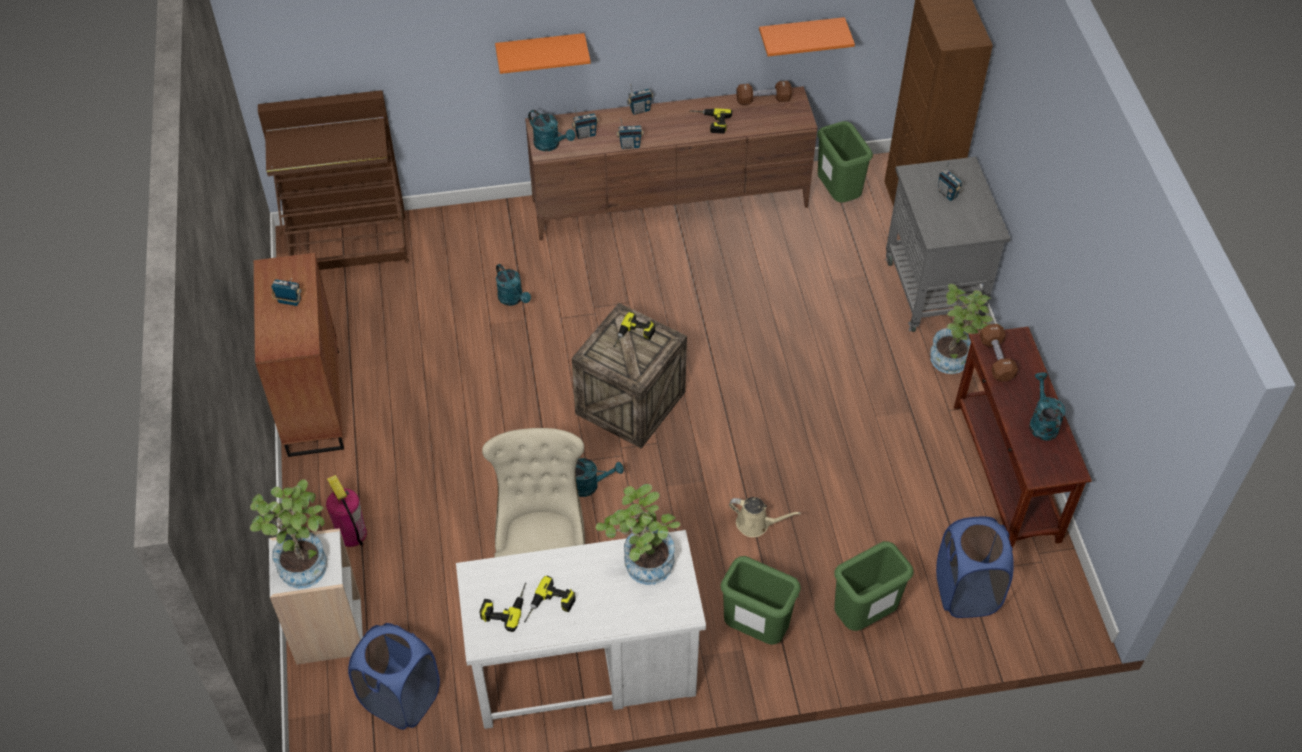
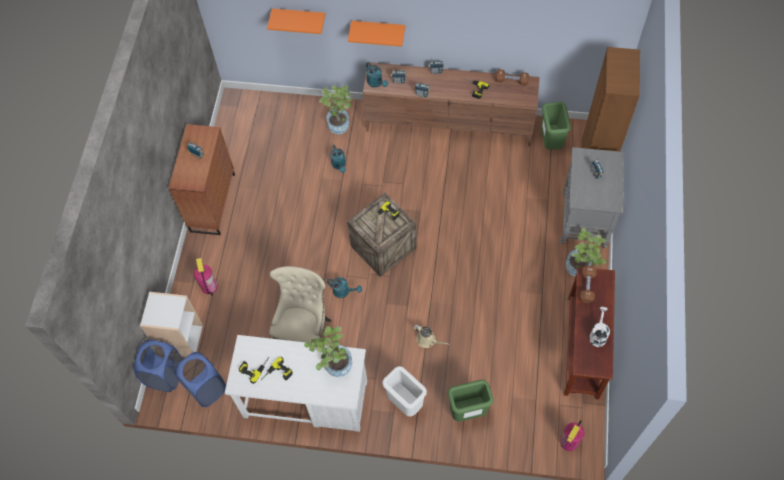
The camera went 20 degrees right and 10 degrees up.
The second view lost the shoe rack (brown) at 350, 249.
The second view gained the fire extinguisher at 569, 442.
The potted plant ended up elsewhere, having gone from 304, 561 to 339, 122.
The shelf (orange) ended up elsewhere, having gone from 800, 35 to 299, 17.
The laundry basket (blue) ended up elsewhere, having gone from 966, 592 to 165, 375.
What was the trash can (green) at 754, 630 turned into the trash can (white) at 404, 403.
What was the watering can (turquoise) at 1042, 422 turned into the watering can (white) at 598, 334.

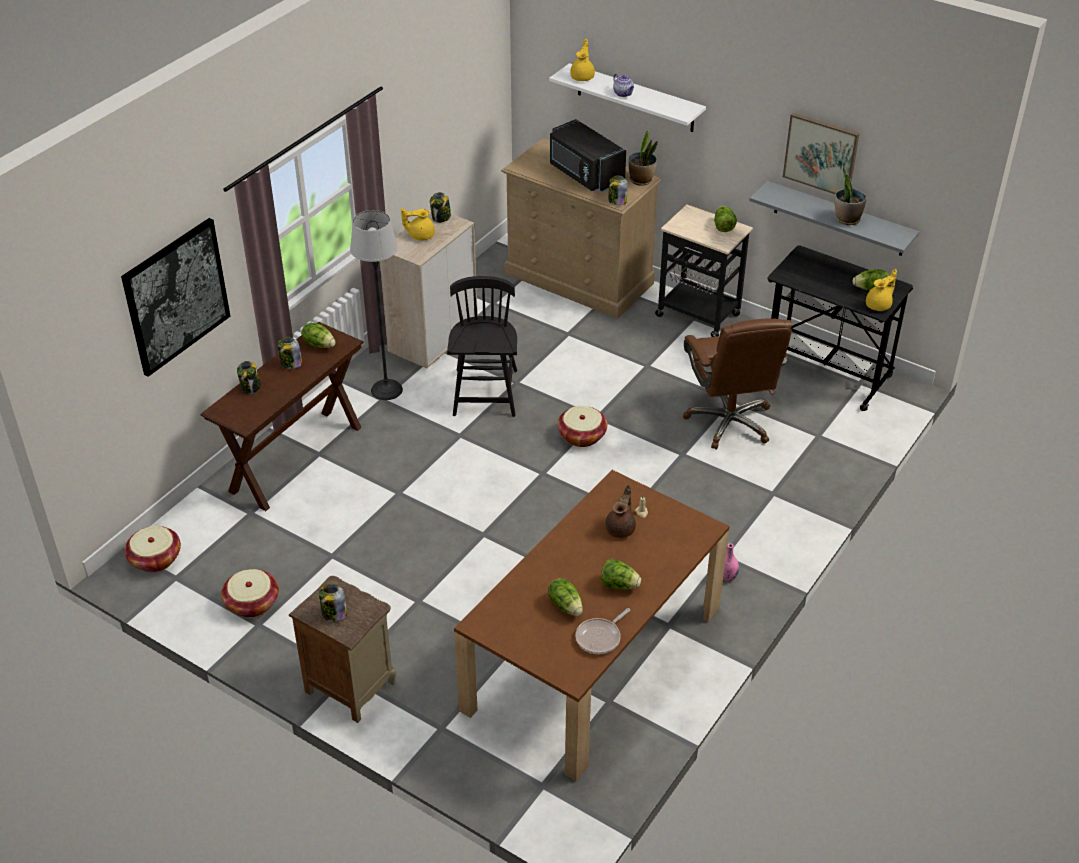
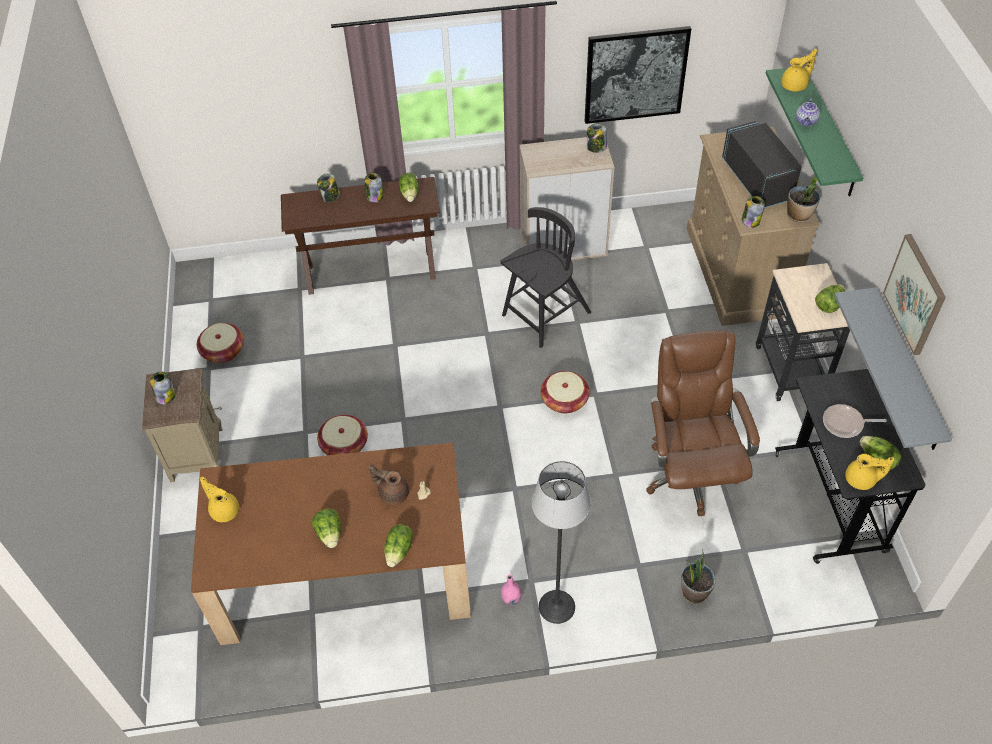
The camera went 50 degrees right and 10 degrees up.
The picture ended up elsewhere, having gone from 176, 296 to 635, 74.
The basket ended up elsewhere, having gone from 155, 559 to 344, 445.
The floor lamp ended up elsewhere, having gone from 386, 390 to 556, 606.
The teapot (yellow) ended up elsewhere, having gone from 420, 235 to 224, 510.
The lettuce ended up elsewhere, having gone from 566, 605 to 399, 550.
The frying pan ended up elsewhere, having gone from 600, 637 to 845, 424.
The potted plant ended up elsewhere, having gone from 847, 219 to 694, 591.
What was the shelf (white) at 635, 98 turned into the shelf (green) at 828, 133.
The microwave (black) at 584, 174 ended up facing another way, 150 degrees clockwise from before.
The teapot (brown) at 621, 528 ended up facing another way, 135 degrees counterclockwise from before.
The office chair (brown) at 729, 420 ended up facing another way, 135 degrees clockwise from before.

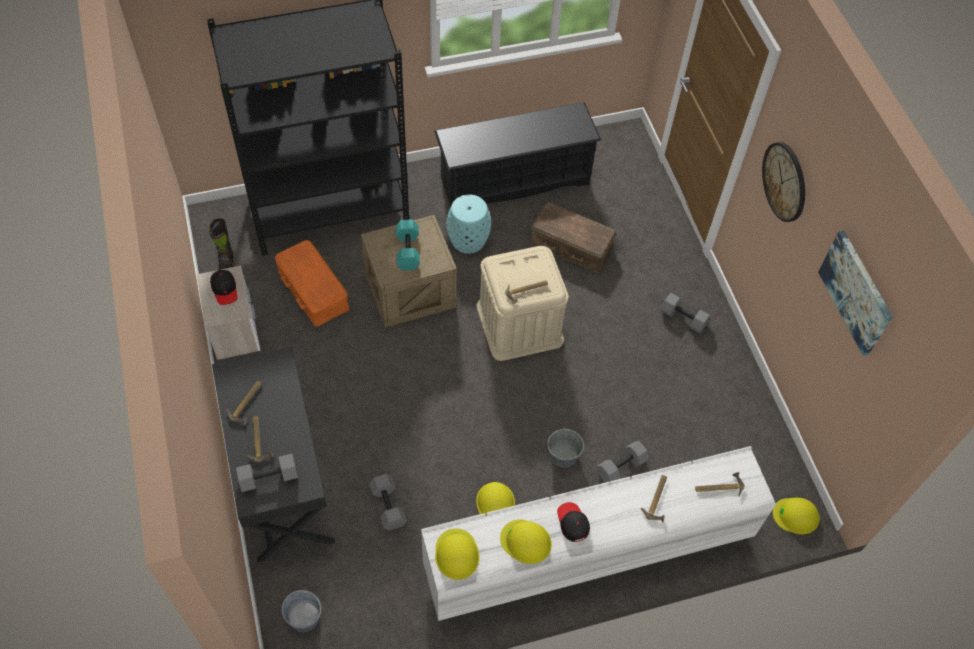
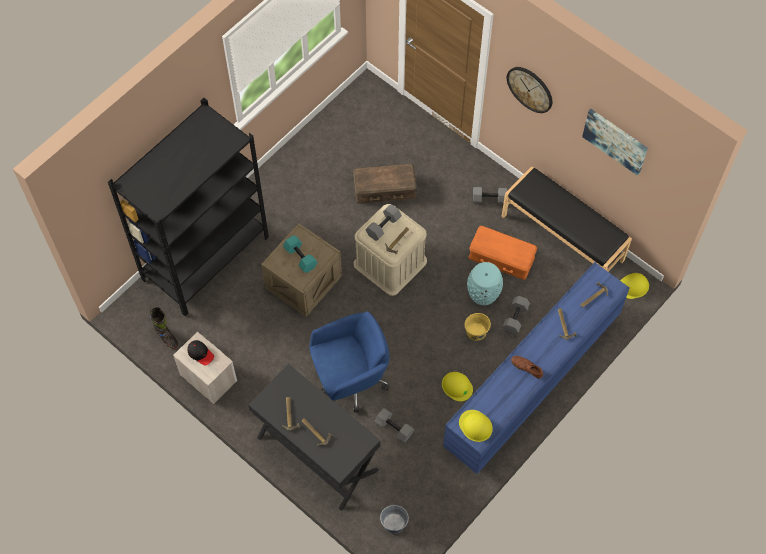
The camera went 30 degrees left and 5 degrees up.
The second view lost the shoe rack (black) at 514, 180.
The second view lost the hard hat (yellow) at 526, 541.
The second view gained the office chair (blue) at 351, 382.
The second view gained the bench (black) at 562, 237.
The dumbbell (grey) ended up elsewhere, having gone from 269, 477 to 383, 225.
The storage box (orange) ended up elsewhere, having gone from 312, 290 to 501, 257.
The stool (turquoise) ended up elsewhere, having gone from 468, 240 to 483, 293.
Where the cap (black) stood at 572, 523, the shoe (brown) came to stand at 527, 368.
What was the cabinet (white) at 588, 556 turned into the cabinet (blue) at 532, 383.
What was the bucket (grey) at 563, 455 turned into the bucket (yellow) at 476, 332.

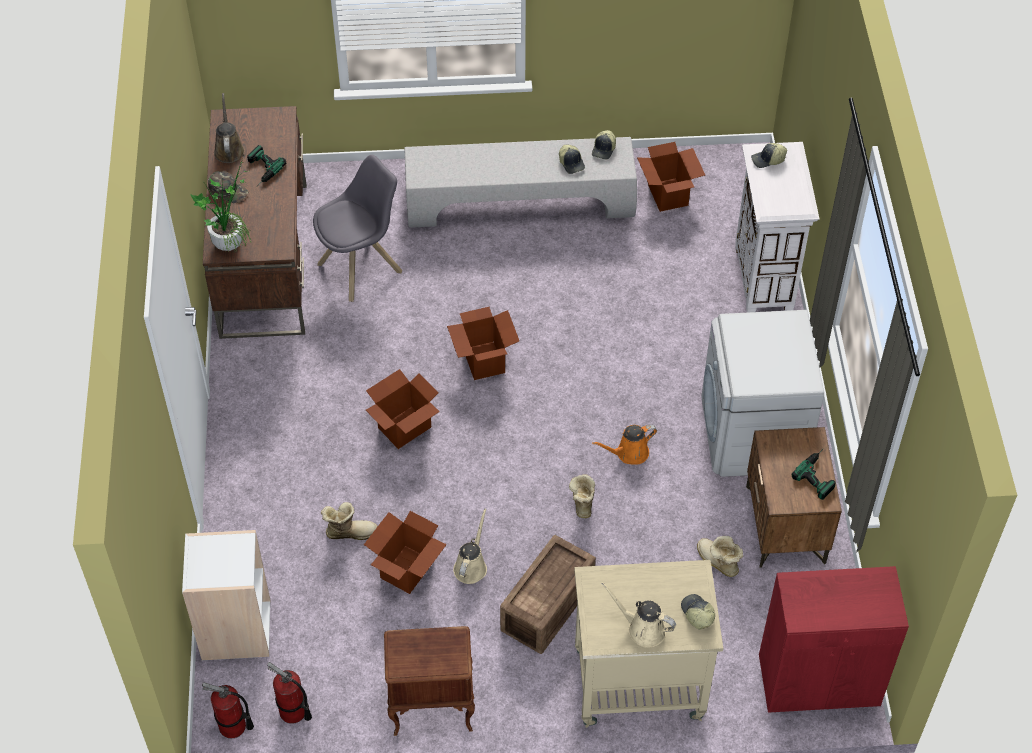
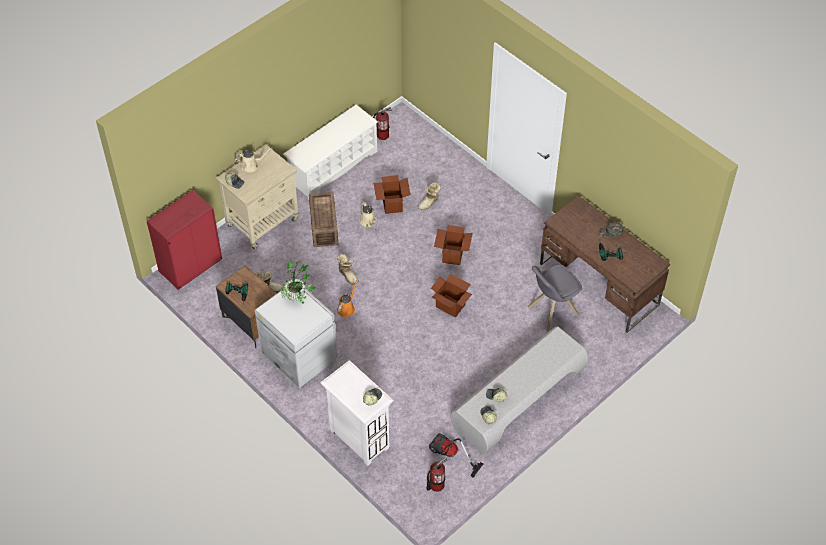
The camera went 140 degrees right and 0 degrees up.
The second view lost the bookcase at 236, 629.
The second view lost the watering can (brown) at 229, 149.
The potted plant ended up elsewhere, having gone from 229, 239 to 298, 299.
The fire extinguisher ended up elsewhere, having gone from 232, 726 to 436, 485.
Where the nightstand (brown) stood at 431, 710, the shoe rack (white) came to stand at 333, 166.
Where the cardboard box stood at 668, 195, the vacuum cleaner came to stand at 449, 456.
The chair (grey) at 361, 268 ended up facing another way, 45 degrees clockwise from before.

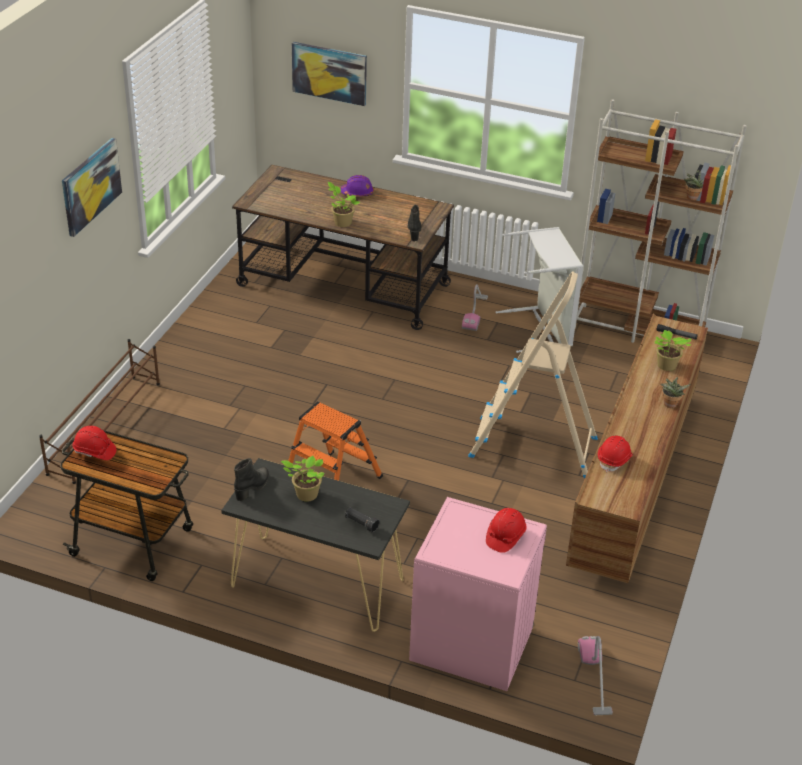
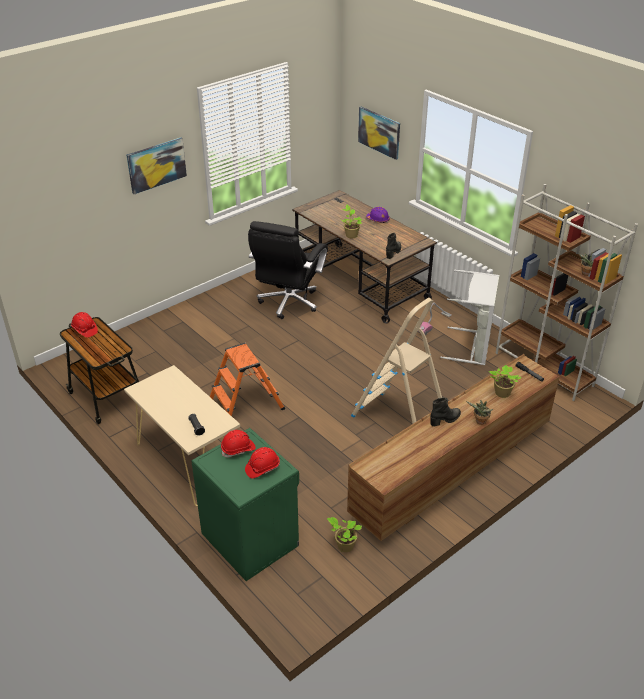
The camera went 30 degrees right and 0 degrees up.
The second view lost the shoe rack (brown) at 106, 427.
The second view lost the vacuum cleaner at 594, 678.
The second view gained the office chair (black) at 288, 305.
The boot (black) ended up elsewhere, having gone from 253, 487 to 445, 420.
The potted plant ended up elsewhere, having gone from 305, 495 to 344, 546.
The hard hat (red) ended up elsewhere, having gone from 614, 460 to 238, 449.
What was the console table (black) at 316, 583 turned into the console table (beige) at 188, 461.
What was the washing machine (pink) at 472, 642 turned into the washing machine (green) at 251, 538.

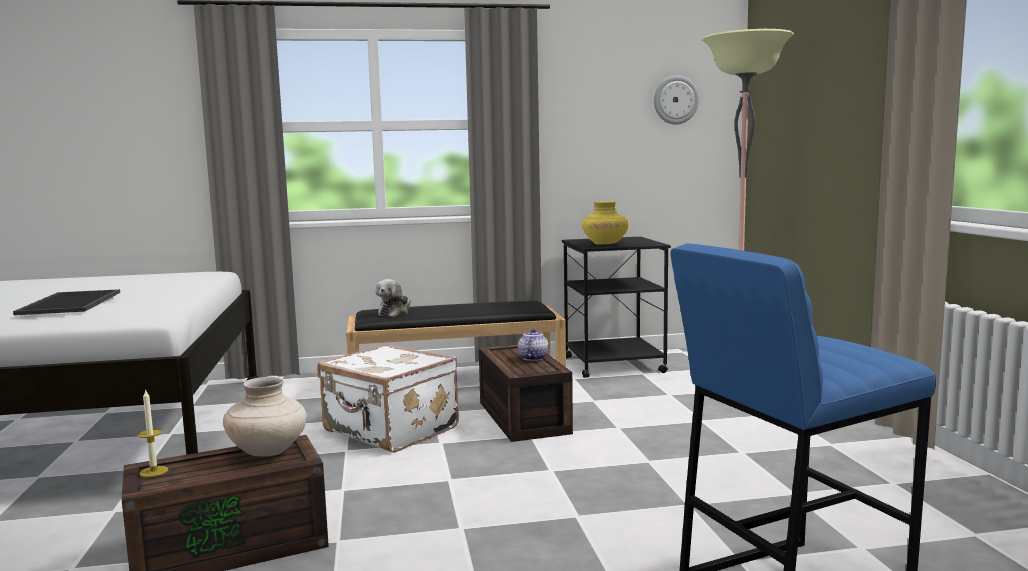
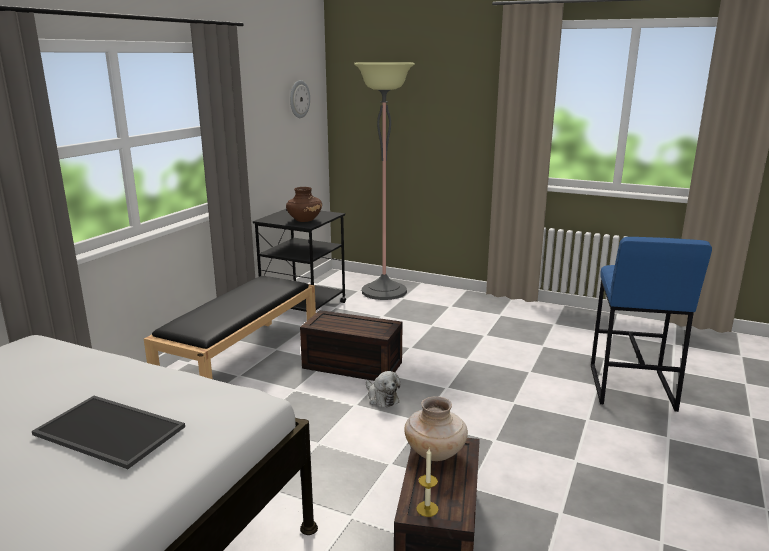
The camera went 55 degrees left and 10 degrees up.
The second view lost the suitcase (white) at 390, 431.
The second view lost the teapot at 533, 358.
The plush toy ended up elsewhere, having gone from 394, 312 to 381, 398.
What was the vase (yellow) at 605, 244 turned into the vase (brown) at 304, 220.

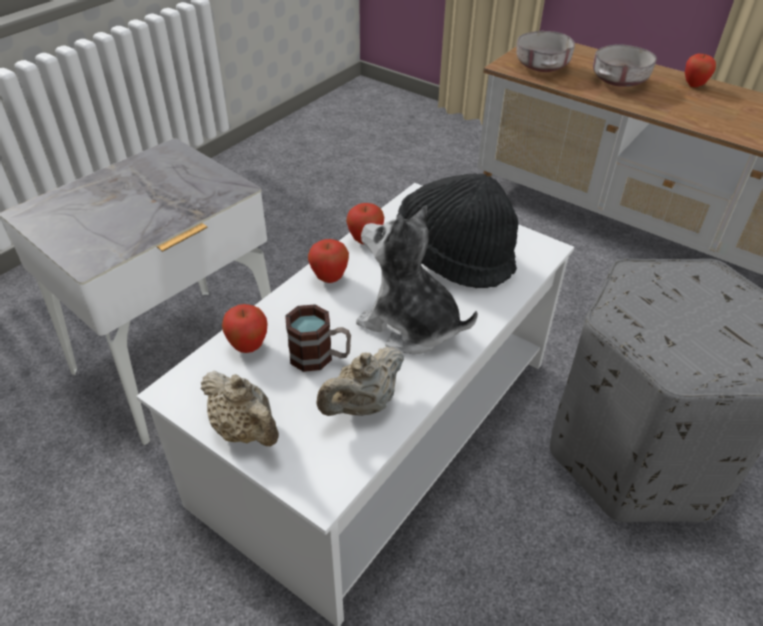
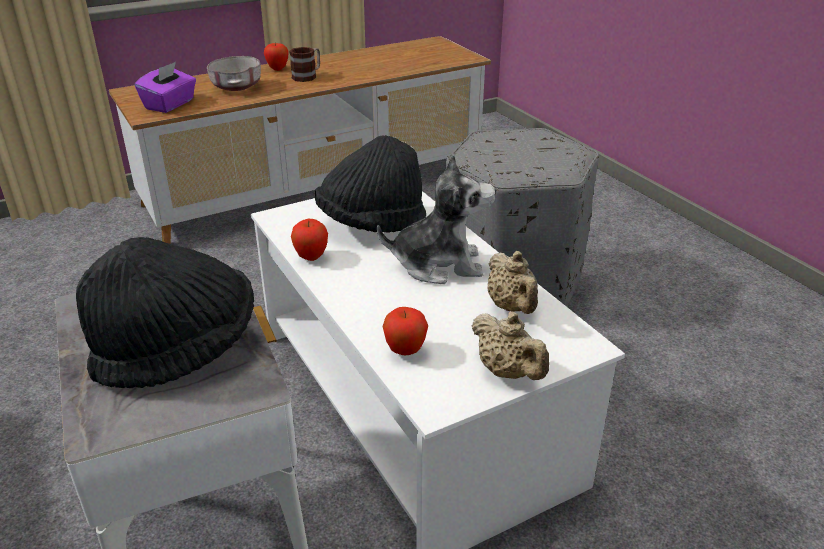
The camera went 65 degrees left and 10 degrees down.
The second view lost the apple at 329, 278.
The second view gained the hat (black) at 178, 351.
The mug ended up elsewhere, having gone from 320, 357 to 307, 76.
Where the bowl (grey) stood at 541, 67, the tissue box (purple) came to stand at 170, 104.
The teapot (beige) at 245, 430 ended up facing another way, 75 degrees clockwise from before.
The plush toy at 410, 325 ended up facing another way, 150 degrees counterclockwise from before.

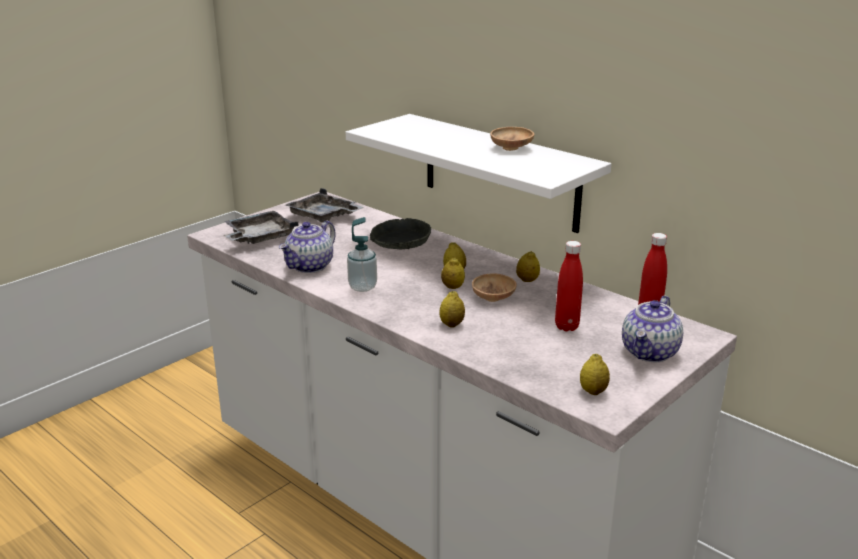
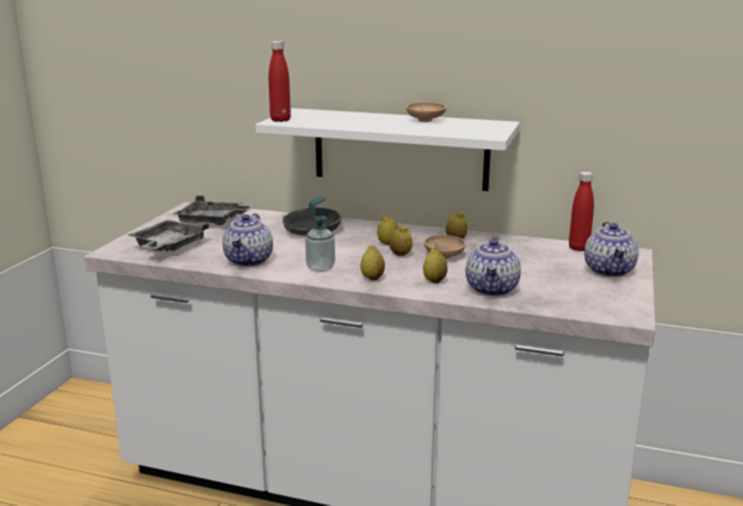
The camera went 25 degrees left and 5 degrees down.
The second view gained the teapot at 492, 289.
The bottle (red) ended up elsewhere, having gone from 566, 326 to 280, 120.
The lemon ended up elsewhere, having gone from 593, 391 to 372, 278.

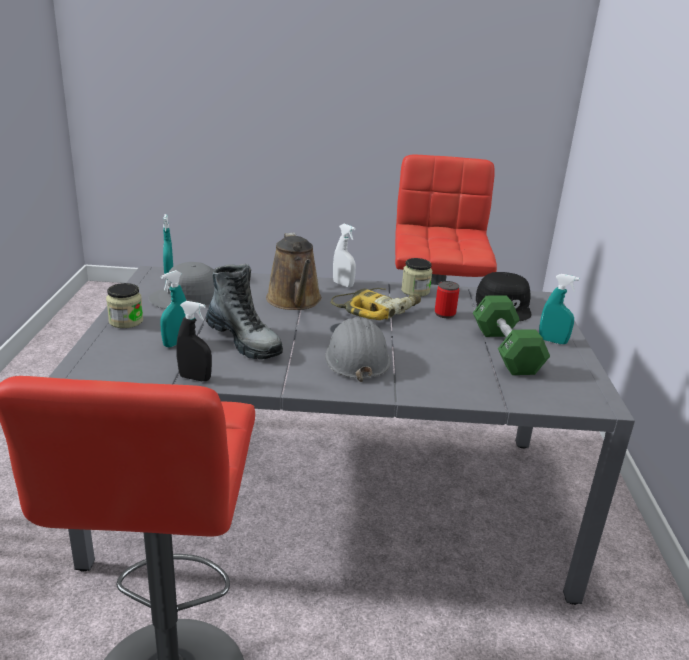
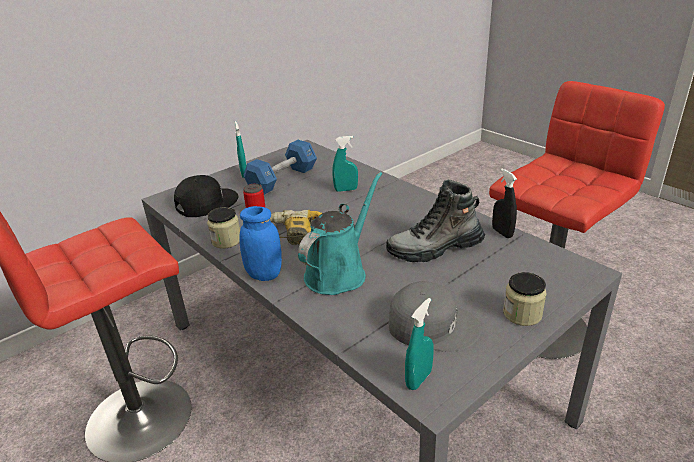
The camera went 130 degrees left and 5 degrees up.
The second view lost the hard hat (grey) at 356, 358.
The spray bottle (turquoise) ended up elsewhere, having gone from 176, 343 to 346, 190.
Where the spray bottle (white) stood at 343, 284, the jar (blue) came to stand at 264, 274.
What was the watering can (brown) at 295, 301 turned into the watering can (turquoise) at 339, 272.
What was the dumbbell (green) at 506, 350 turned into the dumbbell (blue) at 282, 179.
The boot at 244, 341 ended up facing another way, 105 degrees counterclockwise from before.

